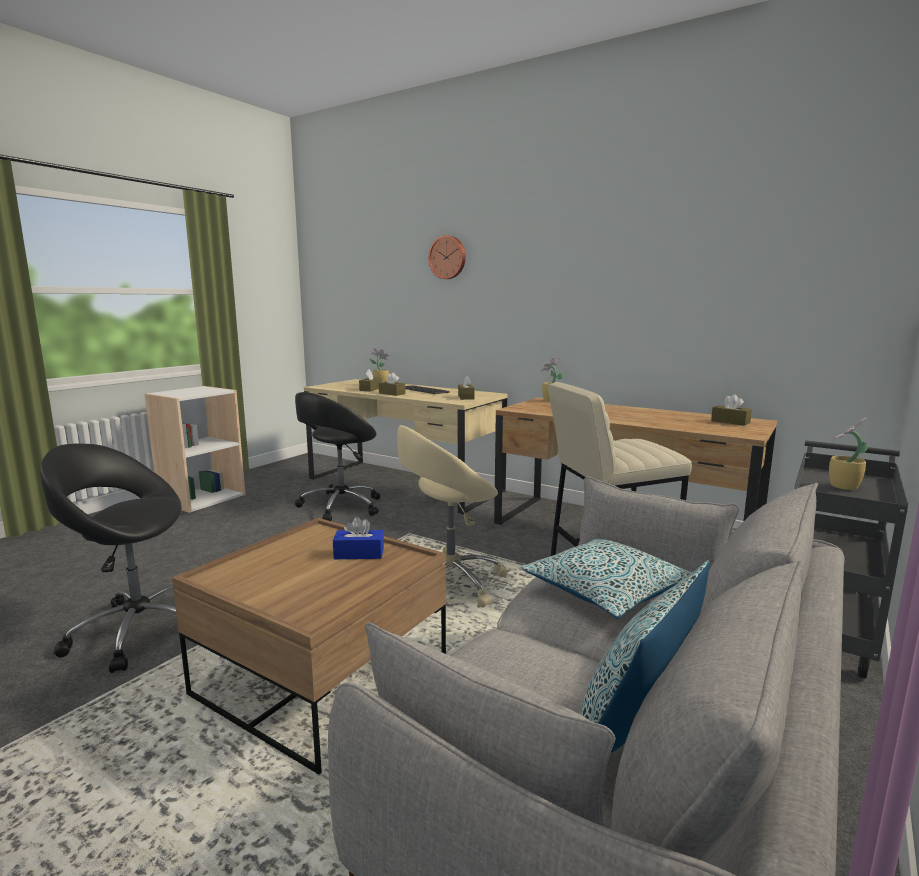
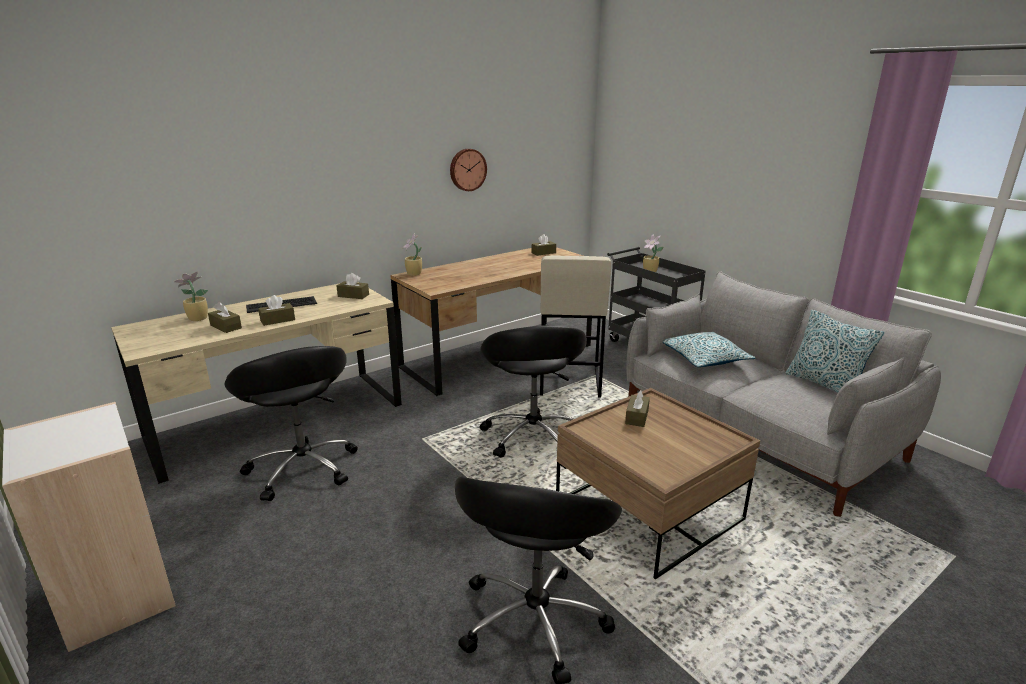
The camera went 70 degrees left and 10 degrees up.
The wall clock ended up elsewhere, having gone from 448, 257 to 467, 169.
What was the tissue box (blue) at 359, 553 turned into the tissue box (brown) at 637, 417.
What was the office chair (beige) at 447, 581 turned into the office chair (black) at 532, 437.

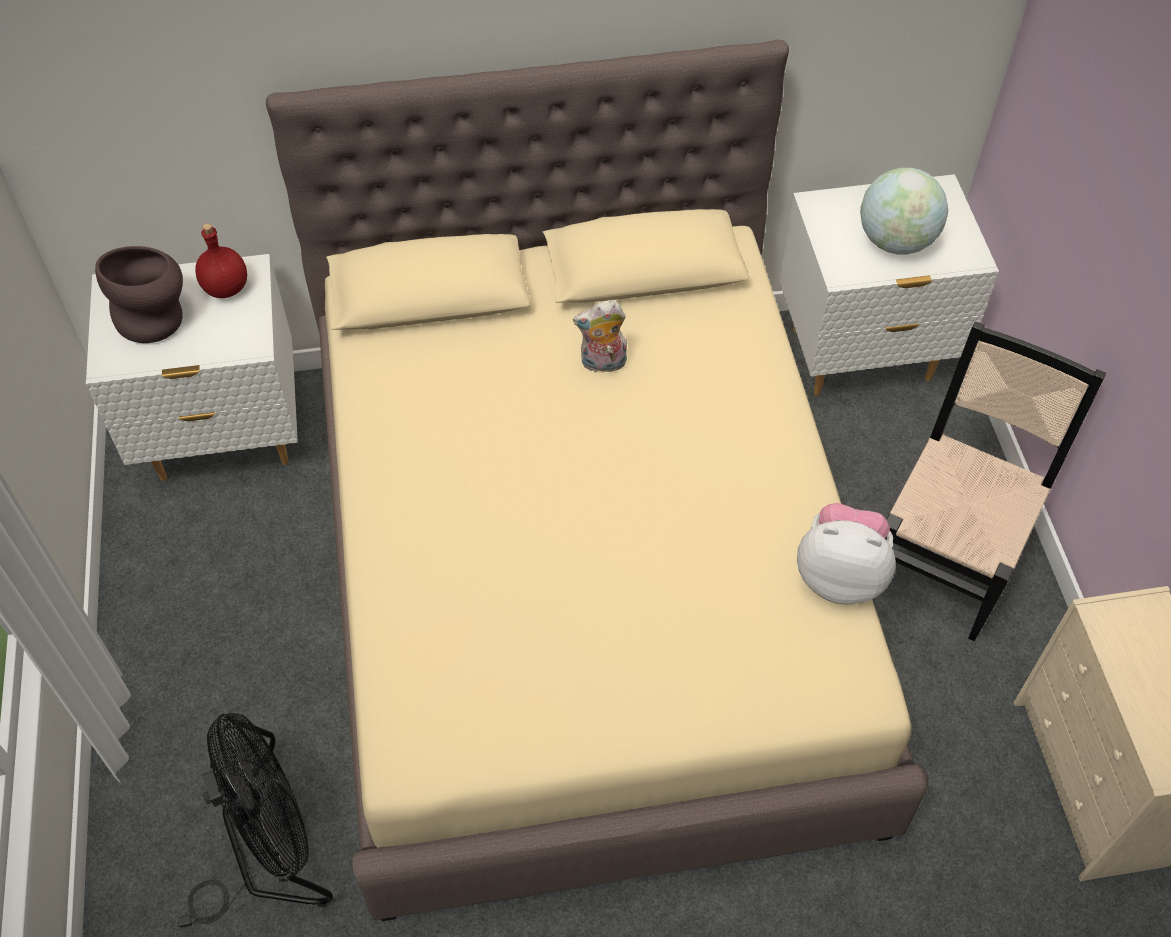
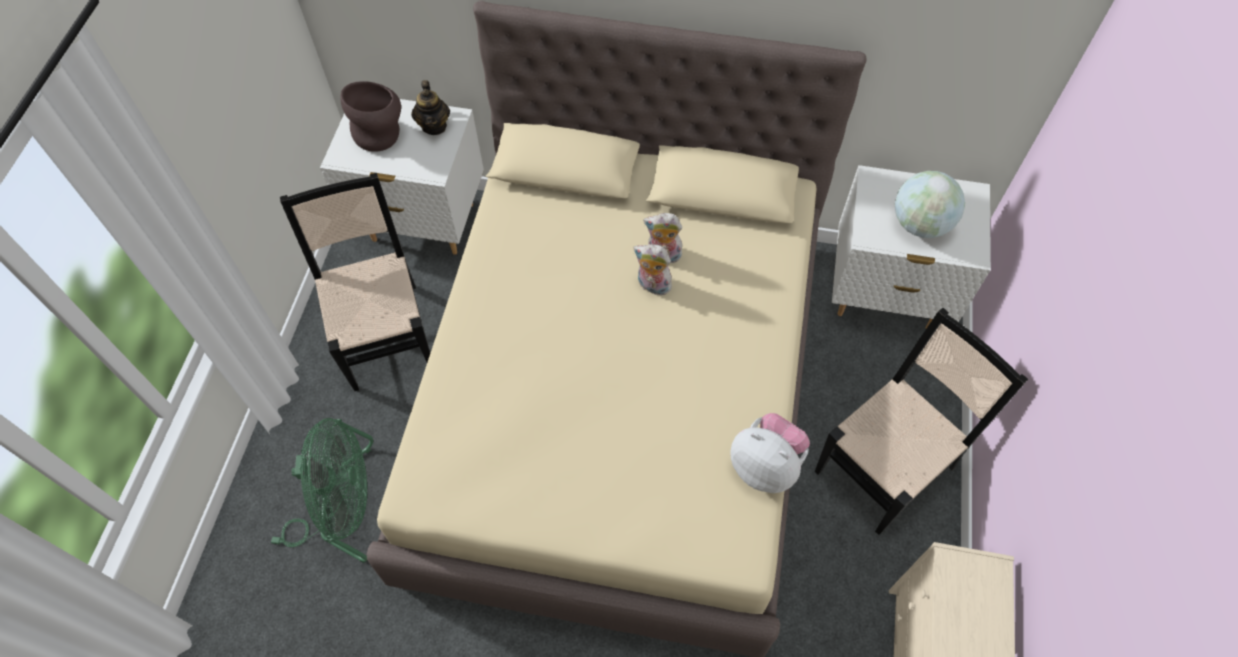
The camera went 20 degrees right and 5 degrees up.
The second view gained the chair at 385, 336.
The second view gained the plush toy at 652, 286.
Where the bottle (red) stood at 226, 287, the teapot came to stand at 434, 125.
What was the fan (black) at 263, 848 turned into the fan (green) at 341, 510.

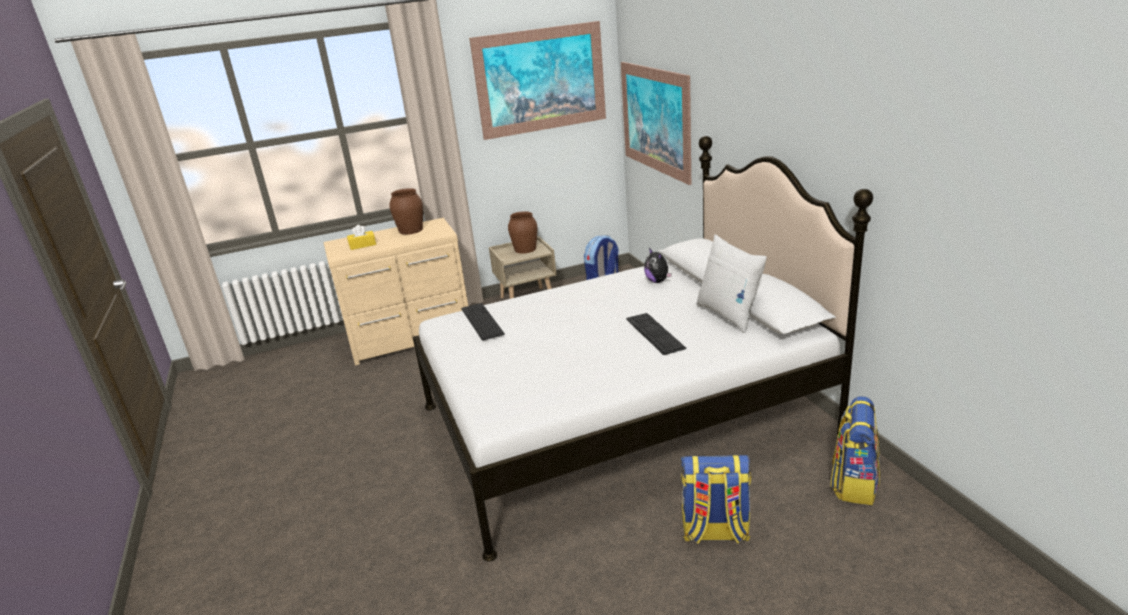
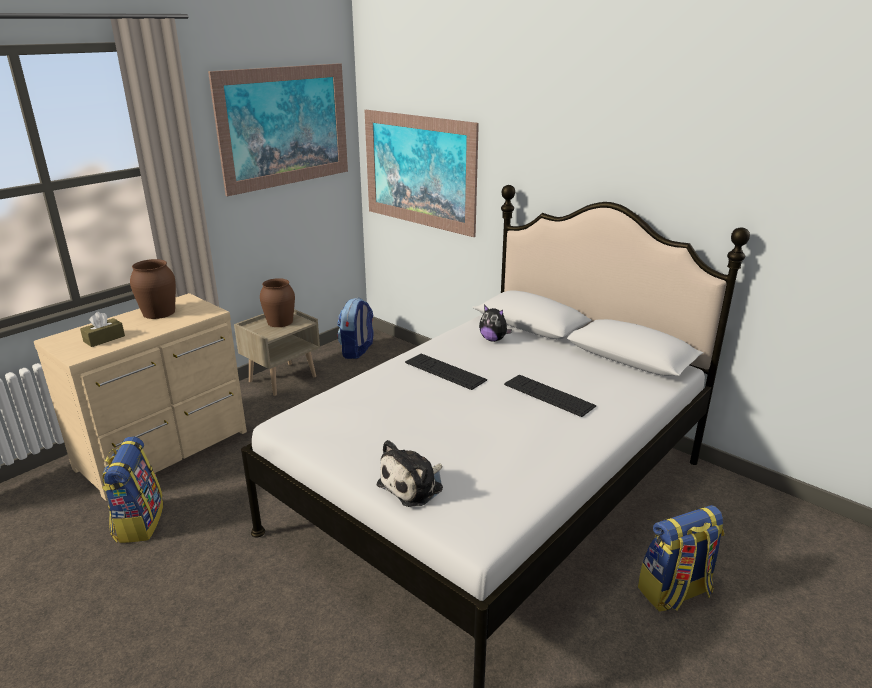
The camera went 30 degrees left and 0 degrees up.
The second view lost the pillow (grey) at 728, 315.
The second view gained the plush toy at 413, 485.
The keyboard ended up elsewhere, having gone from 482, 321 to 445, 371.
The backpack ended up elsewhere, having gone from 853, 483 to 138, 522.
What was the tissue box (yellow) at 362, 245 turned into the tissue box (brown) at 104, 339.

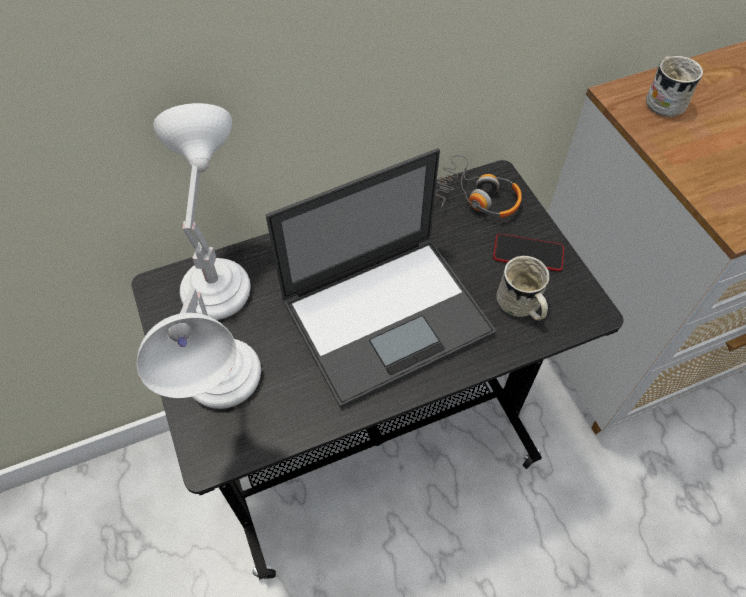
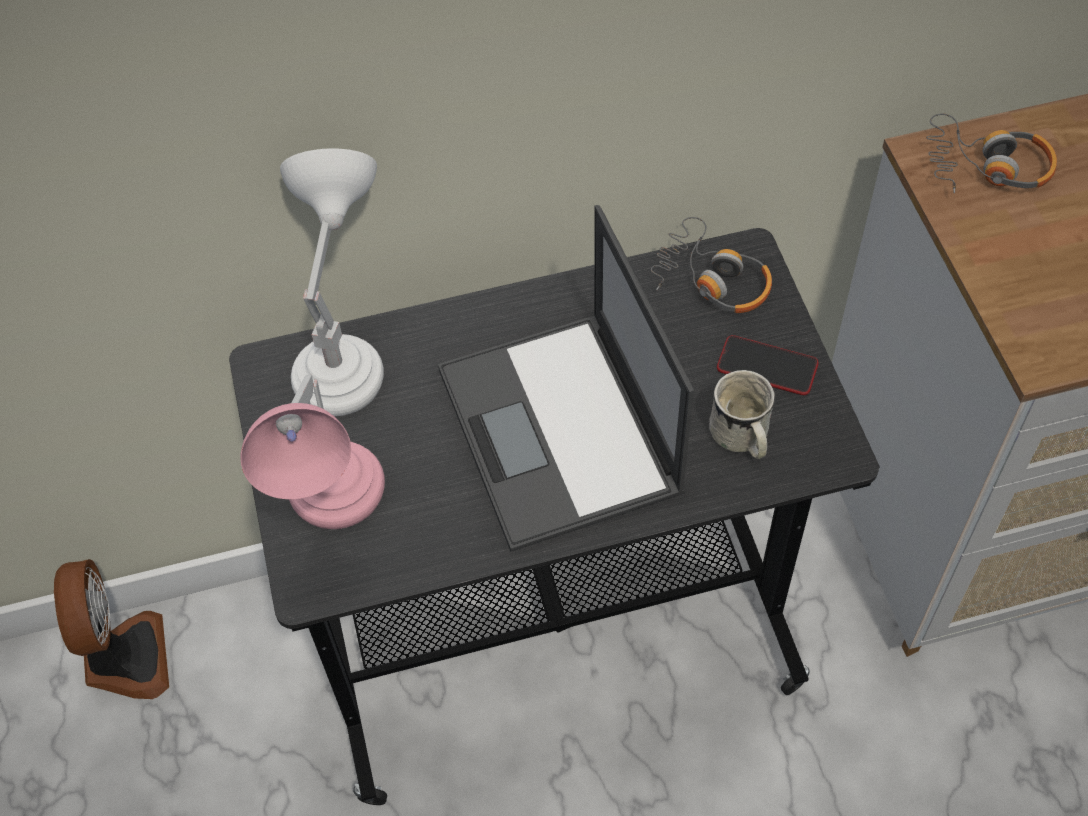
The camera went 10 degrees right and 0 degrees up.
The second view gained the fan at 125, 659.
Where the mug (white) stood at 662, 100, the headphones came to stand at 987, 167.
What was the table lamp (white) at 226, 396 turned into the table lamp (pink) at 336, 515.
The laptop at 388, 315 ended up facing another way, 90 degrees clockwise from before.

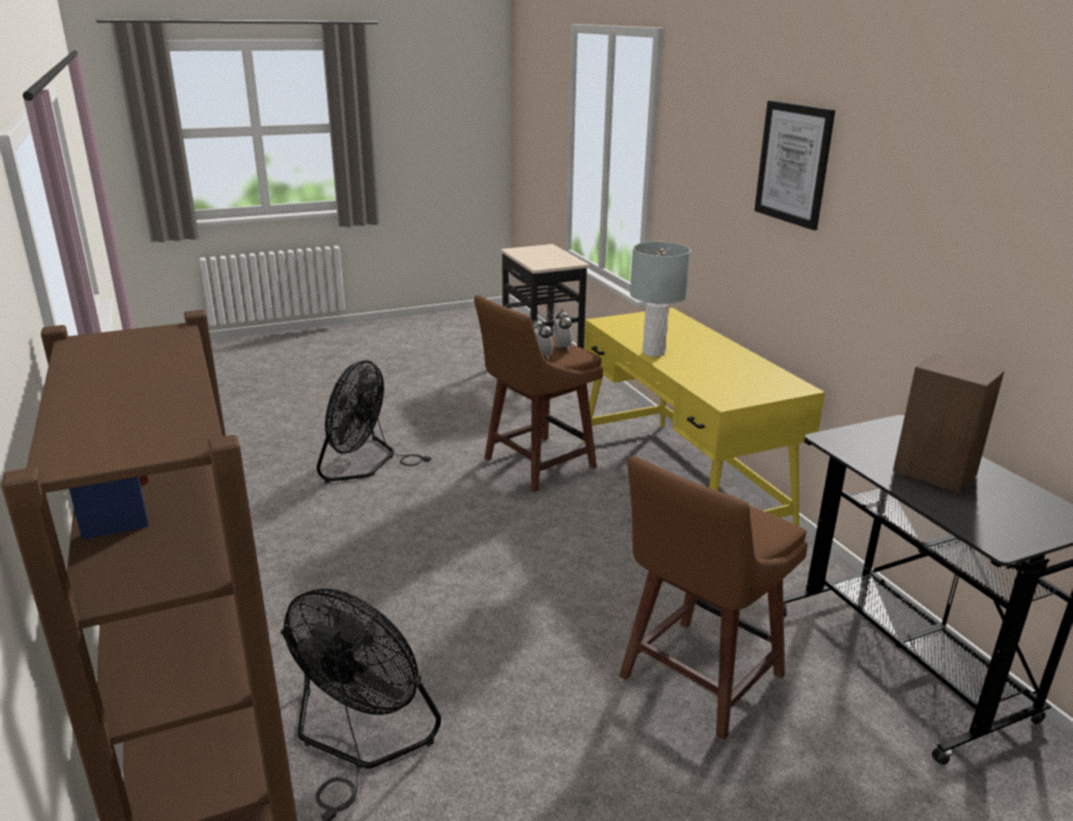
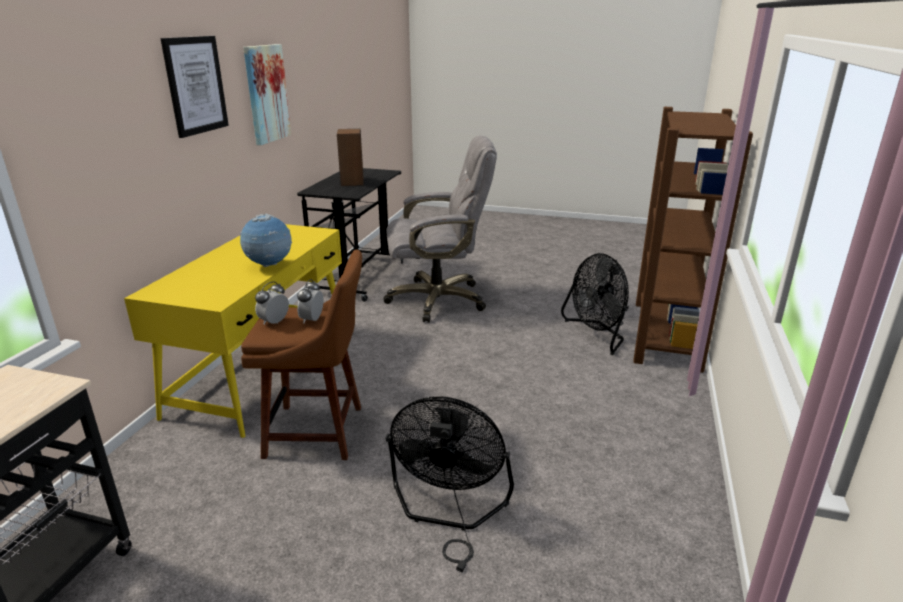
The camera went 140 degrees left and 0 degrees up.
The second view gained the picture at 266, 94.
Where the stool (brown) stood at 696, 679, the office chair (grey) came to stand at 437, 299.
Where the table lamp (grey) stood at 653, 352, the globe came to stand at 269, 266.
The fan (black) at 371, 461 ended up facing another way, 135 degrees counterclockwise from before.

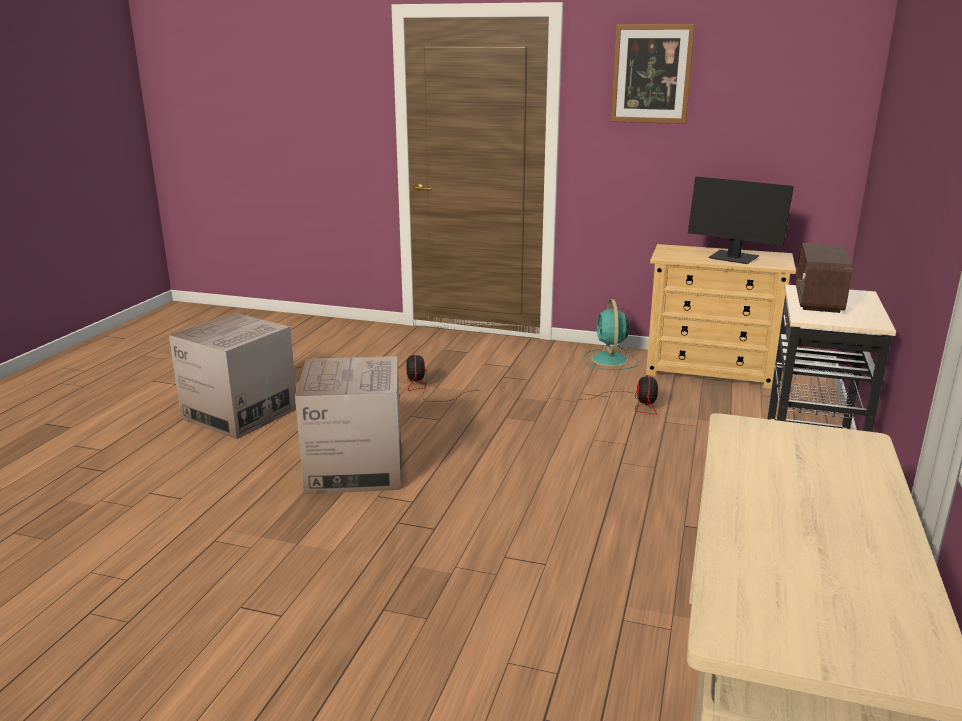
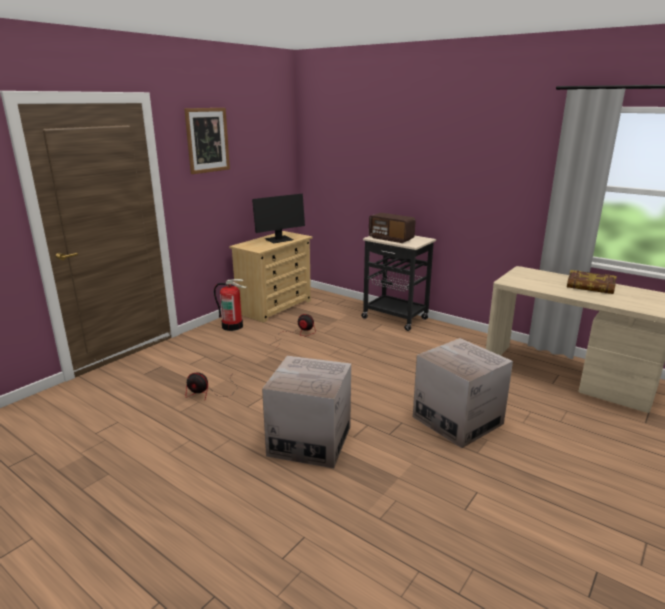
The camera went 70 degrees left and 0 degrees up.
The second view gained the book at 590, 286.
The cardboard box ended up elsewhere, having gone from 240, 414 to 457, 420.
Where the fan (turquoise) stood at 609, 360, the fire extinguisher came to stand at 232, 326.

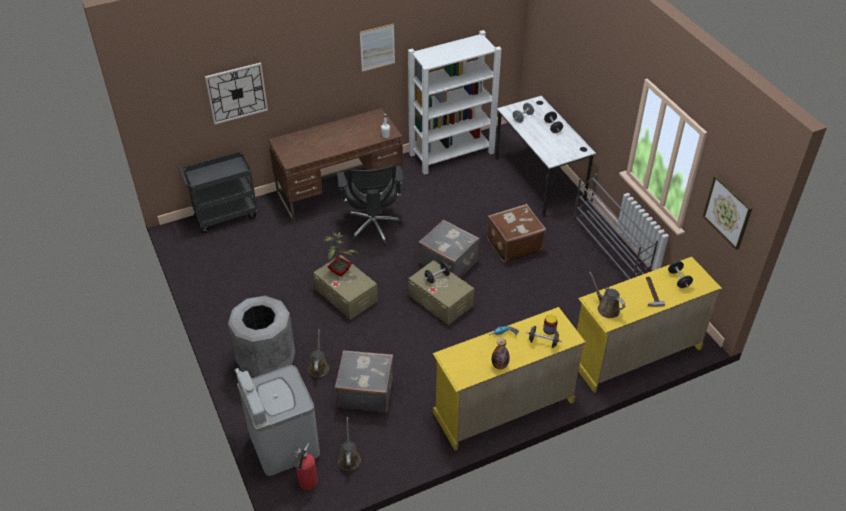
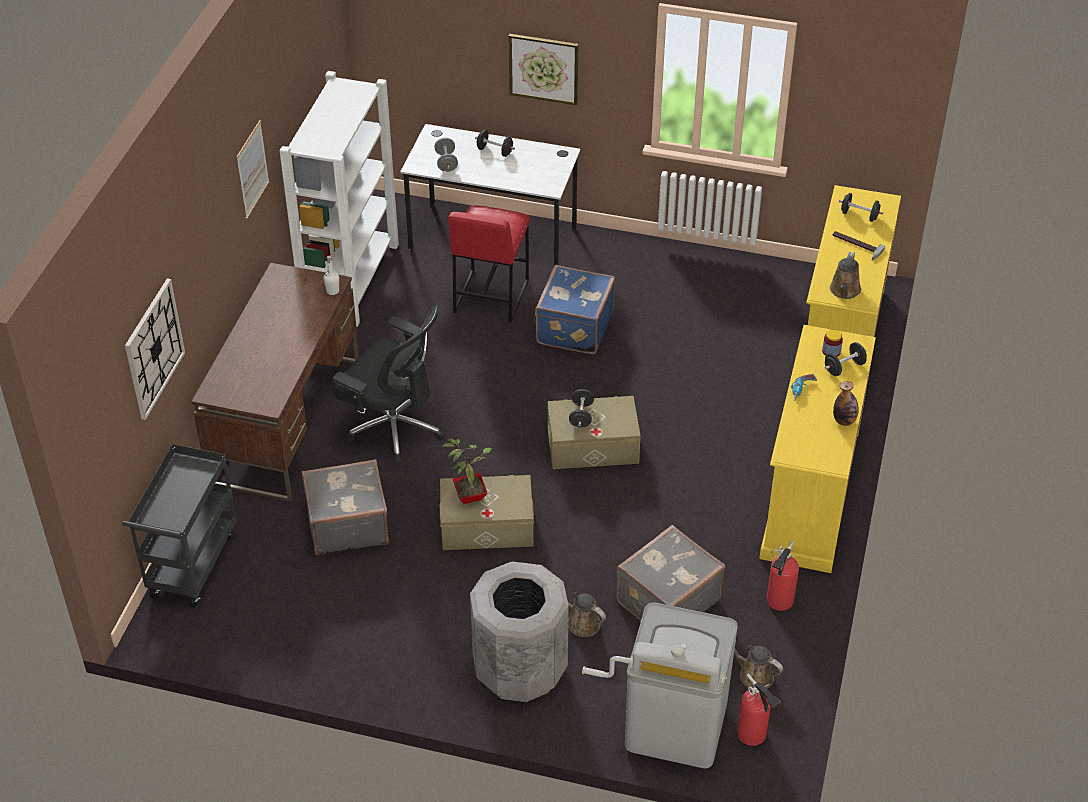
The camera went 50 degrees left and 0 degrees up.
The second view lost the shoe rack (grey) at 608, 254.
The second view gained the chair (red) at 490, 297.
The second view gained the fire extinguisher at 778, 602.
The suitcase (grey) ended up elsewhere, having gone from 448, 261 to 346, 524.
The picture ended up elsewhere, having gone from 727, 212 to 543, 68.
What was the suitcase (brown) at 513, 244 turned into the suitcase (blue) at 573, 328.
The watering can (brown) at 606, 308 ended up facing another way, 75 degrees counterclockwise from before.

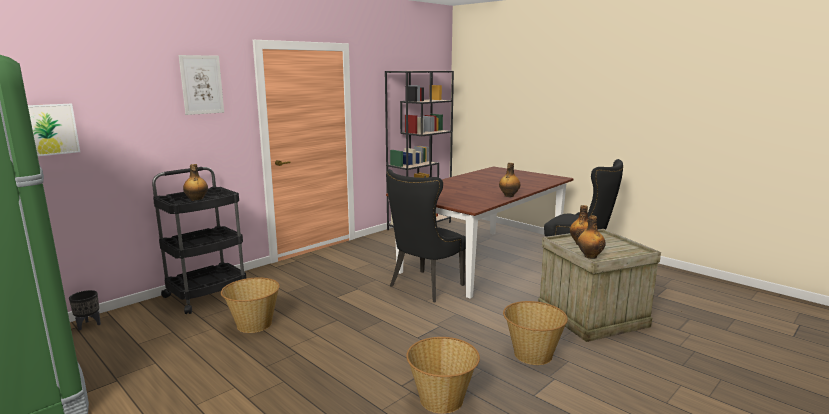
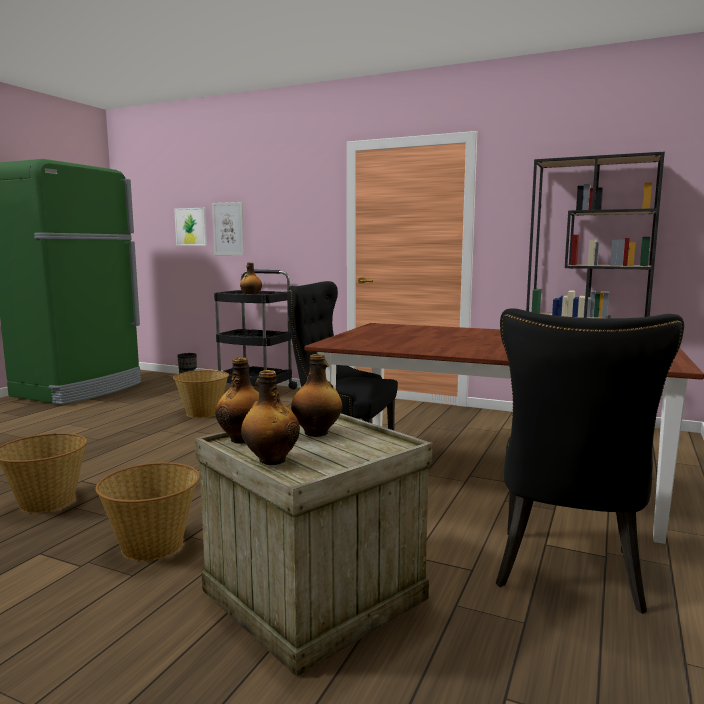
The camera went 70 degrees right and 5 degrees down.
The picture ended up elsewhere, having gone from 201, 84 to 228, 229.
The bottle ended up elsewhere, having gone from 508, 196 to 271, 460.

